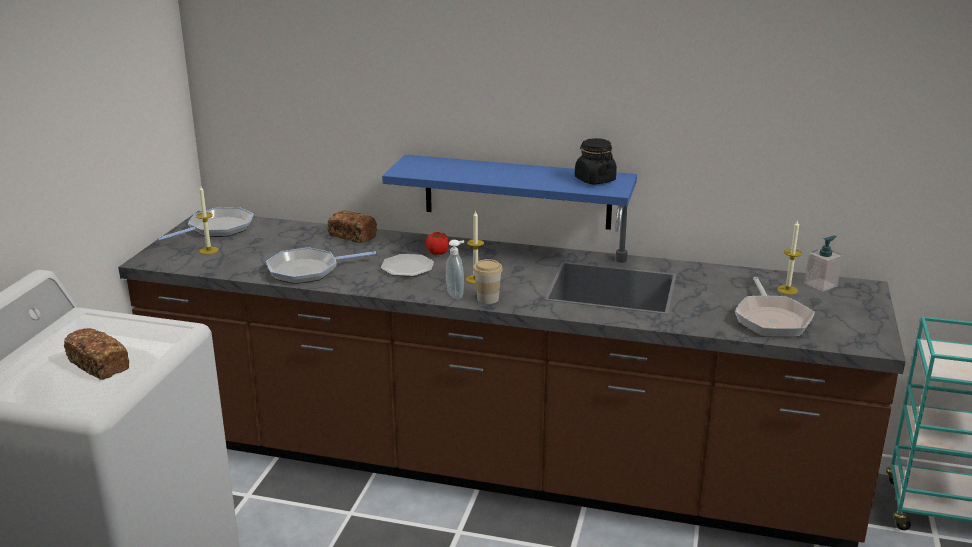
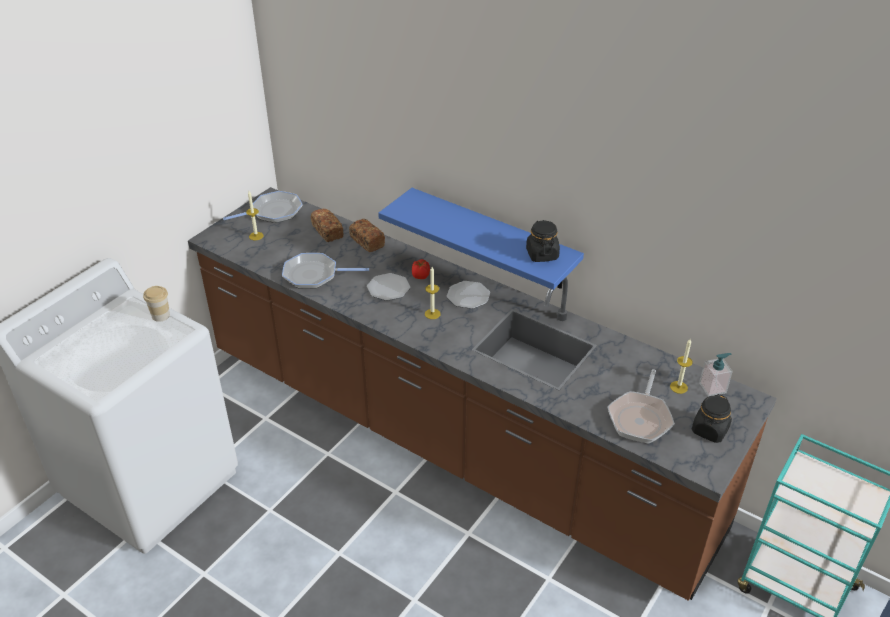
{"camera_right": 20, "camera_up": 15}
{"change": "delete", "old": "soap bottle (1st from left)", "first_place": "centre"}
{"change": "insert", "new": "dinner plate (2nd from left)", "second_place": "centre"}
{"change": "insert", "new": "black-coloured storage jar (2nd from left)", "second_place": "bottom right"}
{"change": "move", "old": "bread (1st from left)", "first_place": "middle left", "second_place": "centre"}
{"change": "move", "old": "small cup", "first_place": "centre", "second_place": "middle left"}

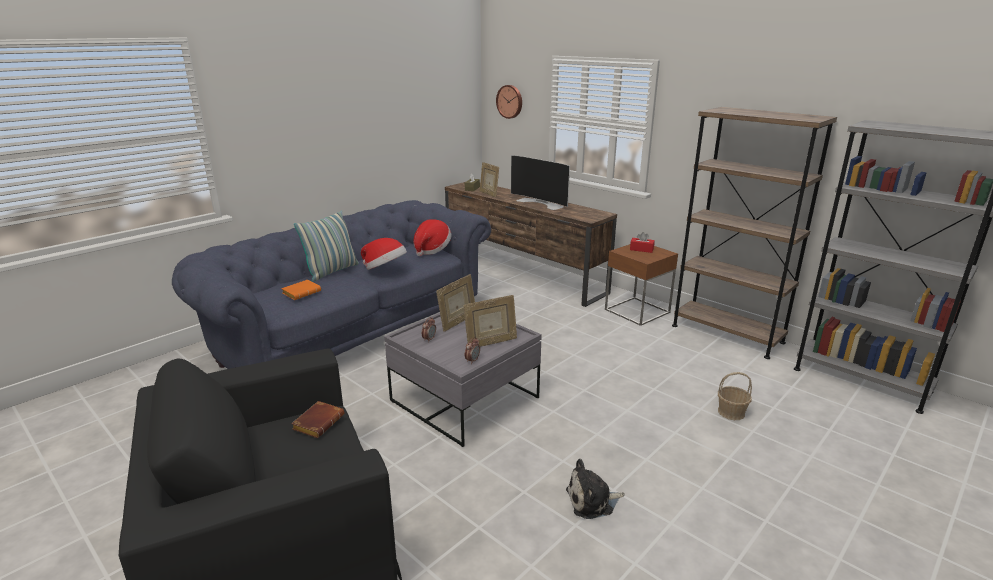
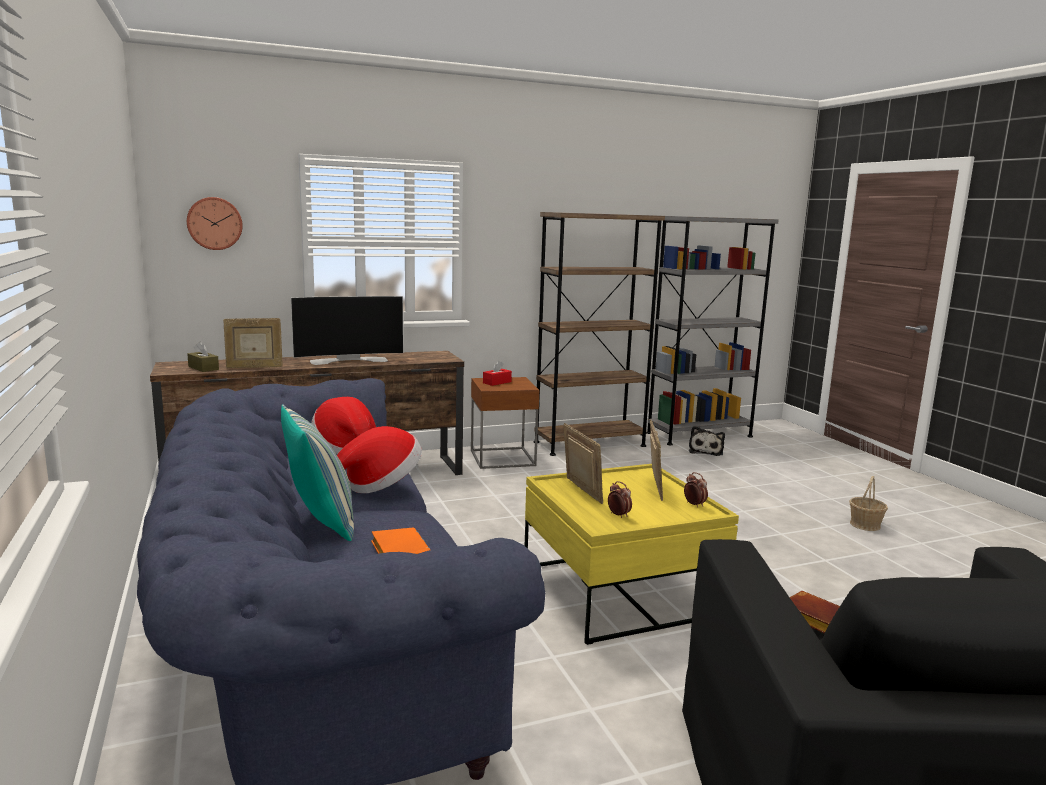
{"camera_right": -65, "camera_up": -10}
{"change": "move", "old": "cuddly toy", "first_place": "bottom centre", "second_place": "middle right"}
{"change": "move", "old": "storage basket", "first_place": "bottom right", "second_place": "middle right"}
{"change": "recolor", "old": "grey coffee table", "new": "yellow coffee table", "first_place": "centre", "second_place": "bottom centre"}

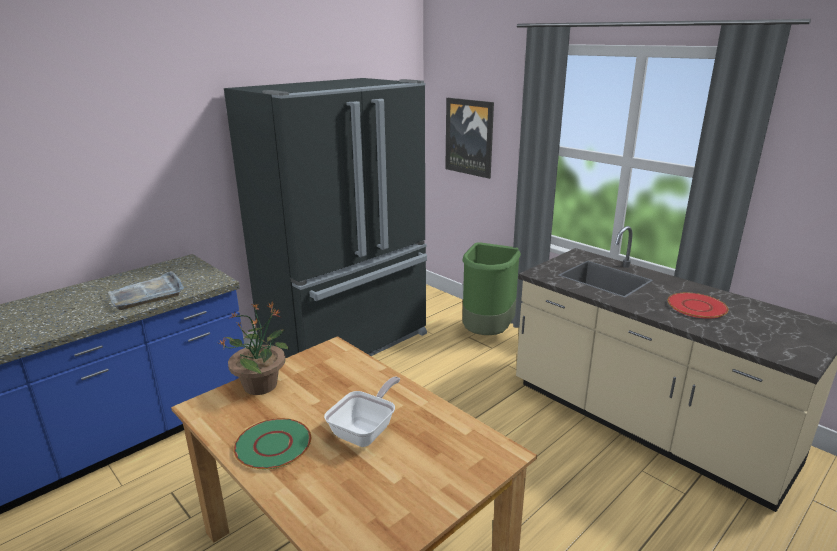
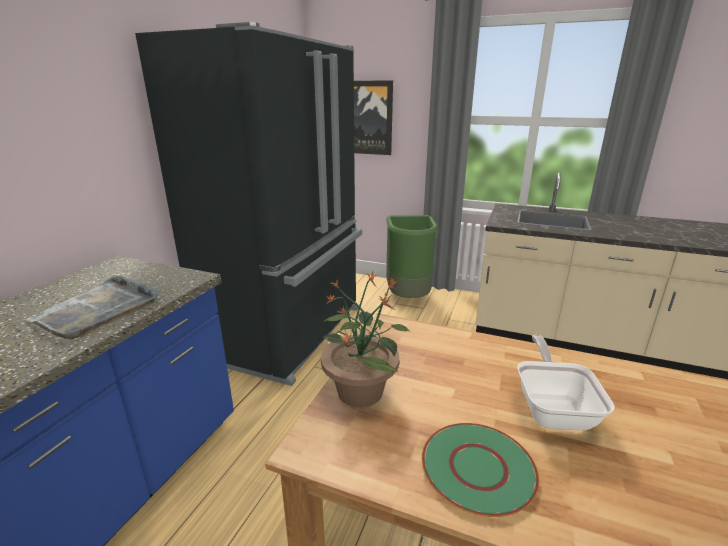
{"camera_right": -25, "camera_up": 0}
{"change": "delete", "old": "red dinner plate", "first_place": "middle right"}

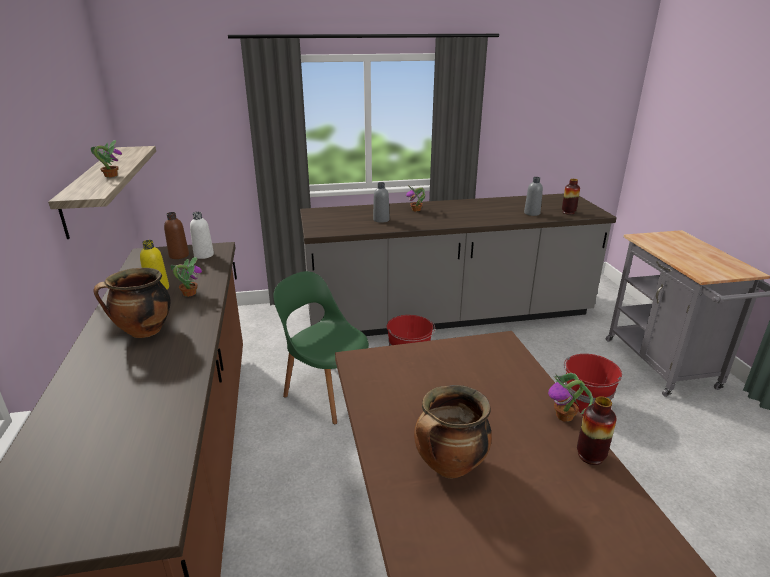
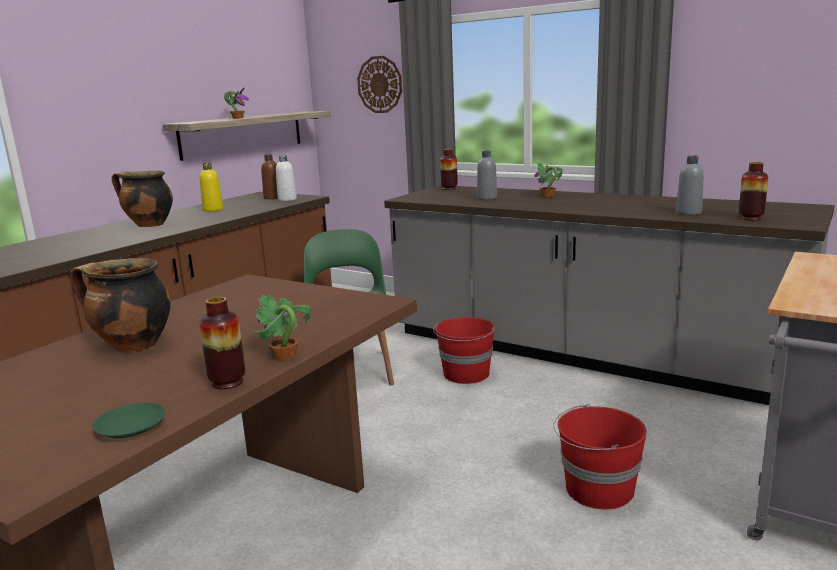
{"camera_right": 45, "camera_up": -10}
{"change": "delete", "old": "potted plant (2nd from left)", "first_place": "middle left"}
{"change": "insert", "new": "green dinner plate", "second_place": "bottom left"}
{"change": "insert", "new": "clock on the wall", "second_place": "top centre"}
{"change": "insert", "new": "vase (2nd from left)", "second_place": "top centre"}

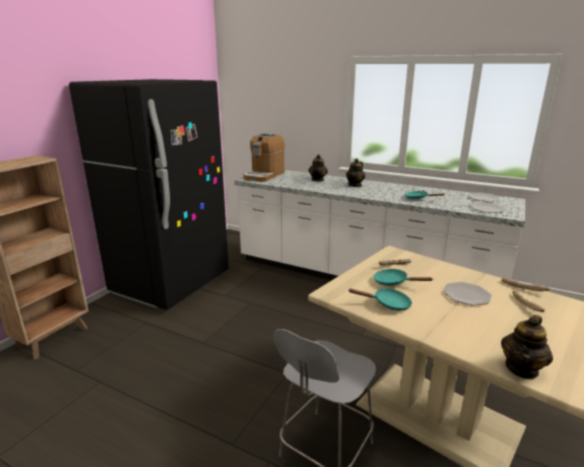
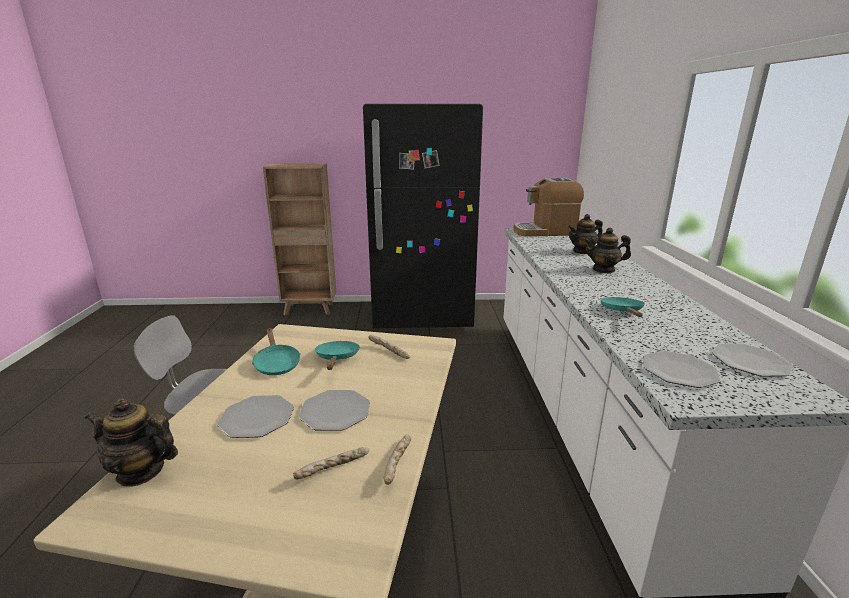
{"camera_right": 60, "camera_up": 0}
{"change": "insert", "new": "dinner plate (1st from left)", "second_place": "bottom left"}

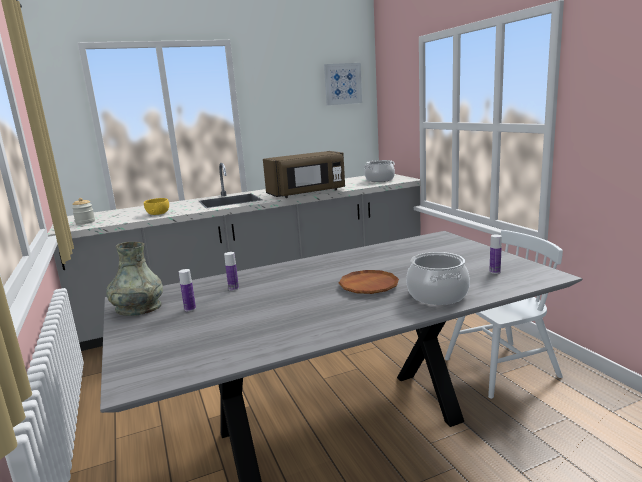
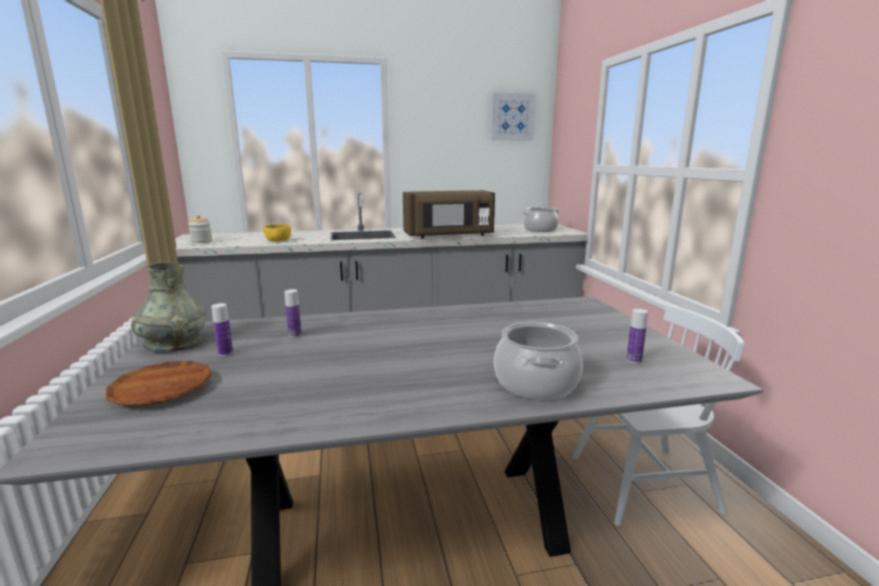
{"camera_right": 10, "camera_up": 0}
{"change": "move", "old": "brown-coloured dinner plate", "first_place": "centre", "second_place": "middle left"}

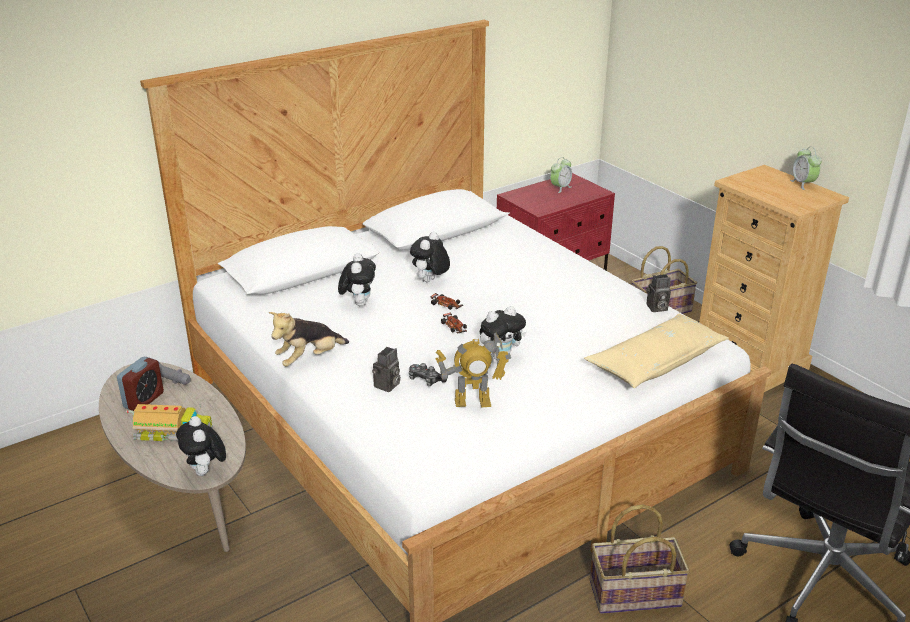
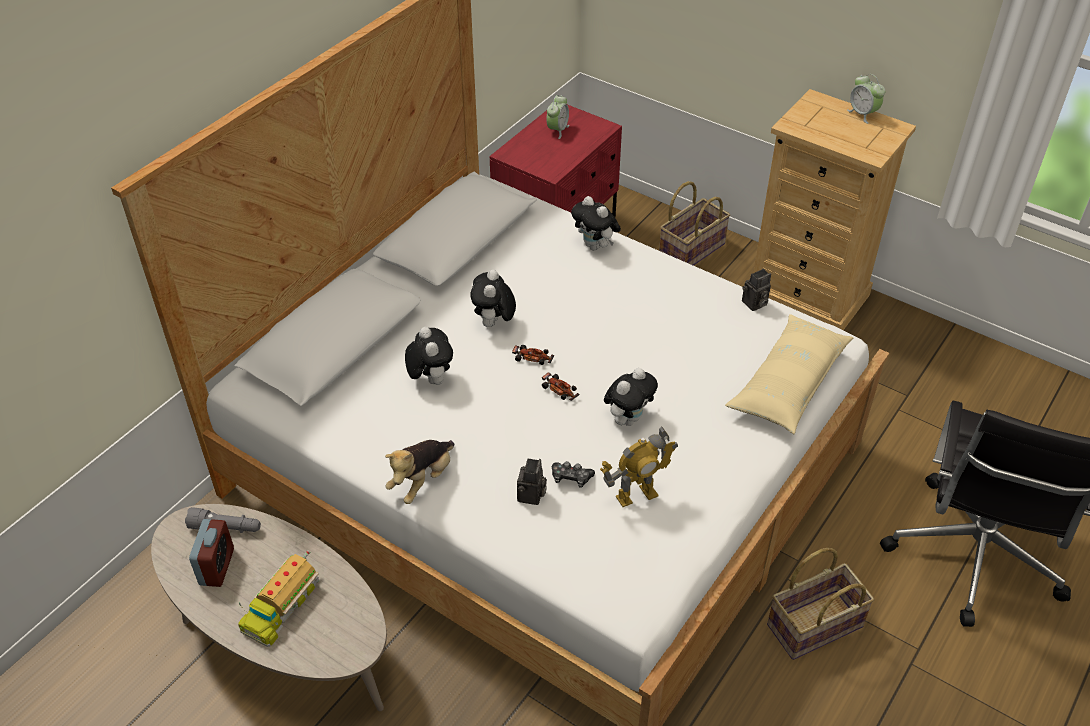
{"camera_right": -20, "camera_up": 15}
{"change": "move", "old": "cuddly toy (1st from left in the first image)", "new": "cuddly toy (4th from left)", "first_place": "bottom left", "second_place": "top centre"}
{"change": "rotate", "old": "toy truck", "first_place": "bottom left", "second_place": "bottom left", "degrees": 135}

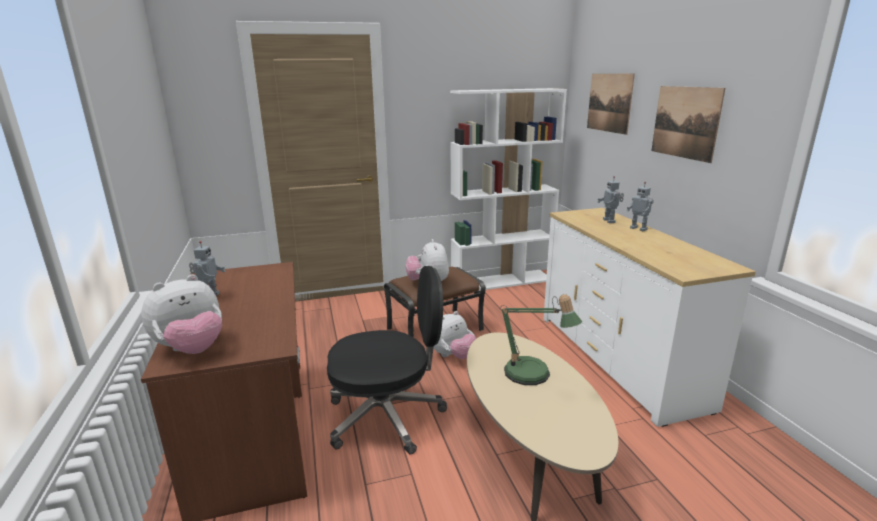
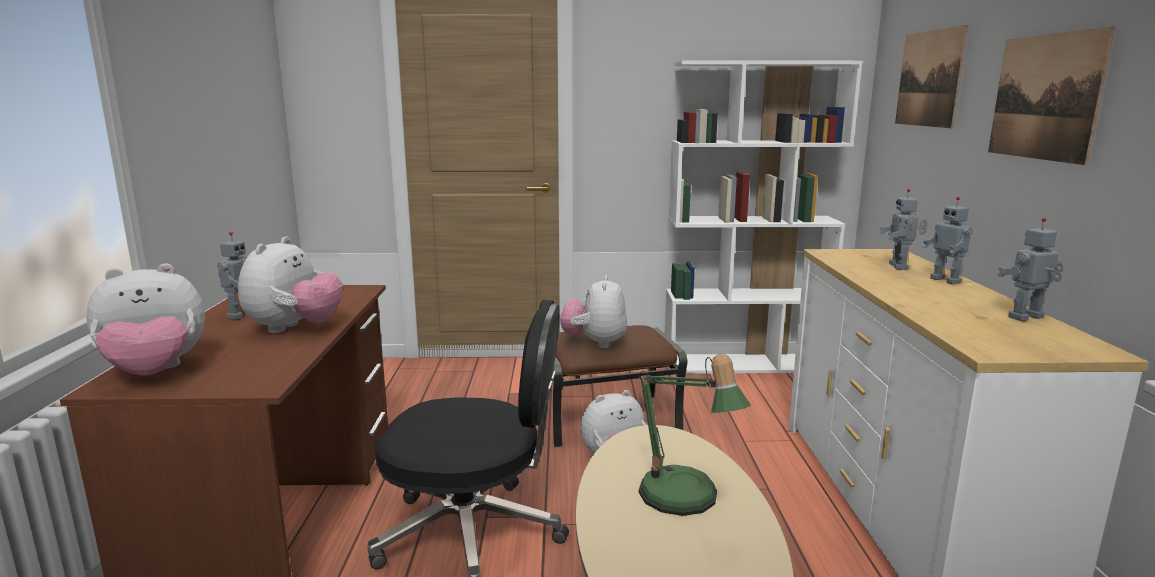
{"camera_right": 15, "camera_up": -5}
{"change": "insert", "new": "cuddly toy (2nd from left)", "second_place": "middle left"}
{"change": "insert", "new": "toy robot (4th from left)", "second_place": "middle right"}

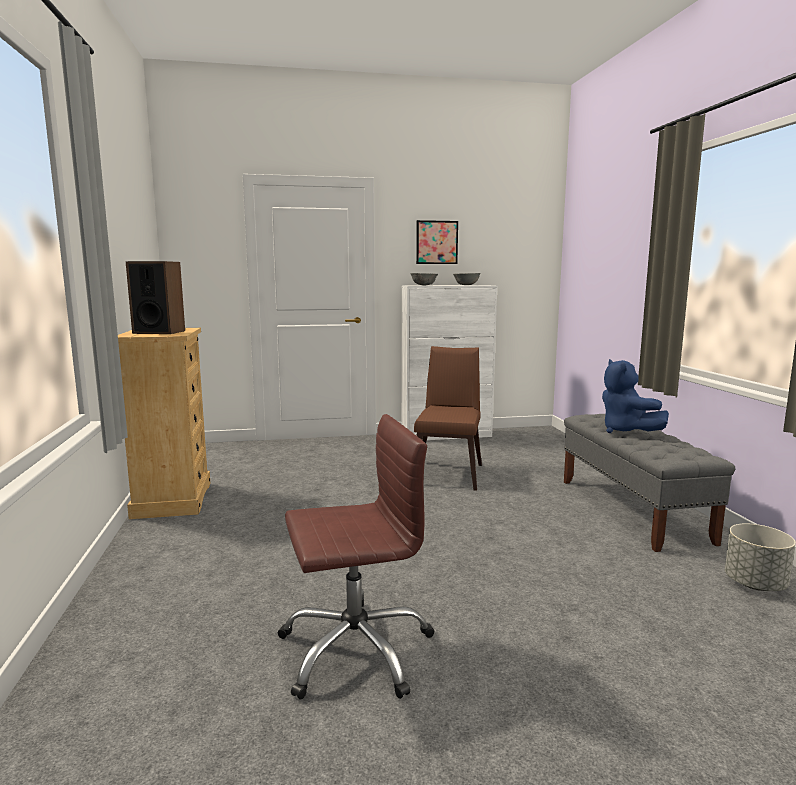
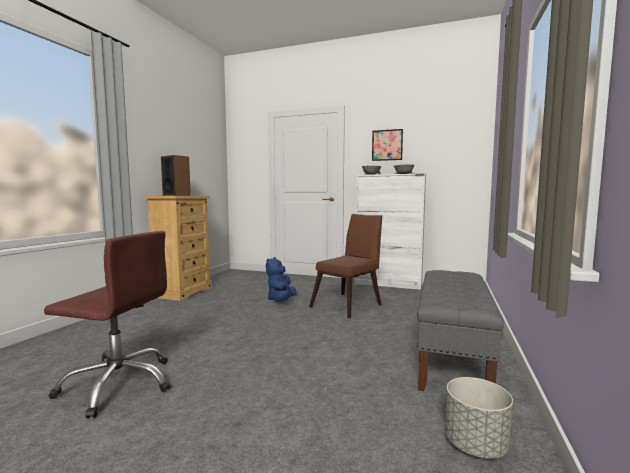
{"camera_right": 30, "camera_up": -5}
{"change": "move", "old": "bluish cuddly toy", "first_place": "middle right", "second_place": "centre"}

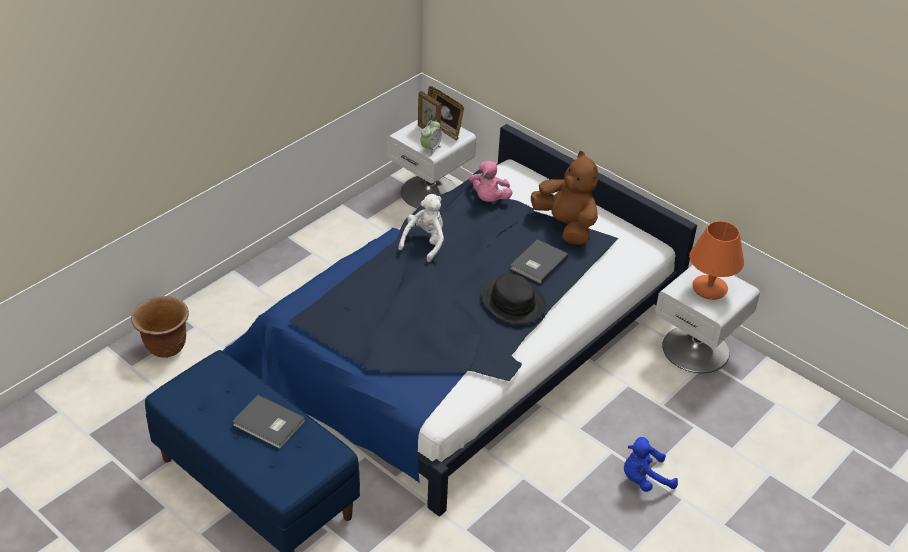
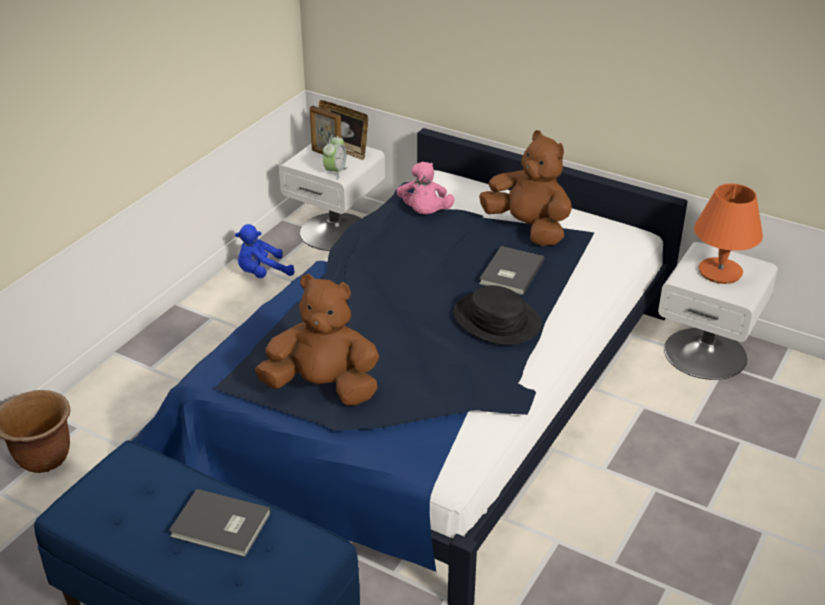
{"camera_right": -10, "camera_up": -5}
{"change": "delete", "old": "white-coloured cuddly toy", "first_place": "centre"}
{"change": "insert", "new": "brown-coloured cuddly toy (1st from left)", "second_place": "centre"}
{"change": "move", "old": "bluish cuddly toy", "first_place": "bottom right", "second_place": "middle left"}

